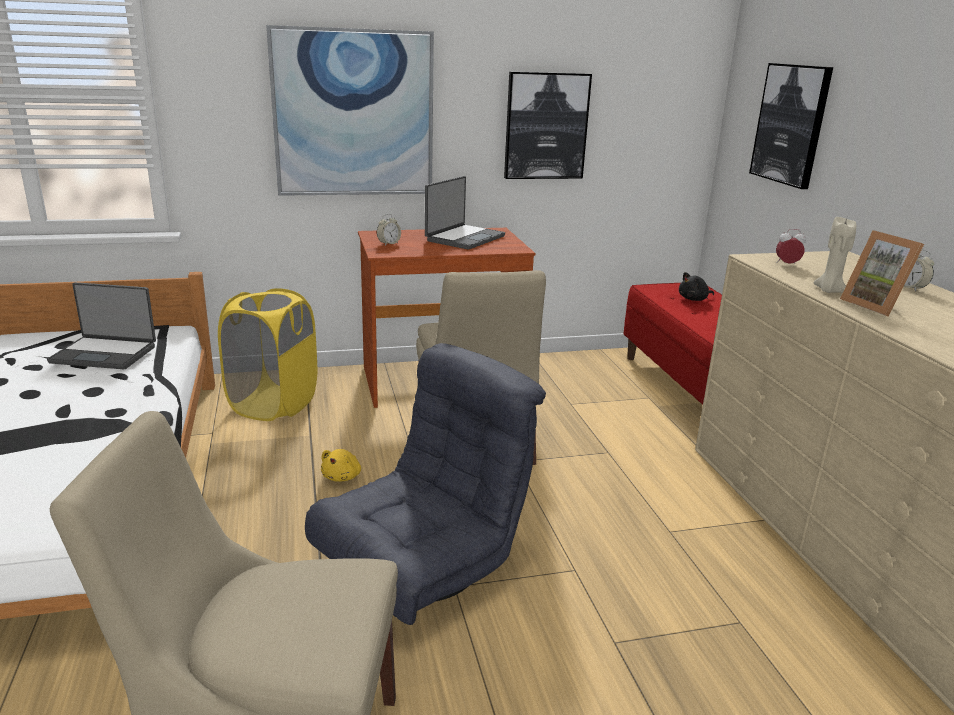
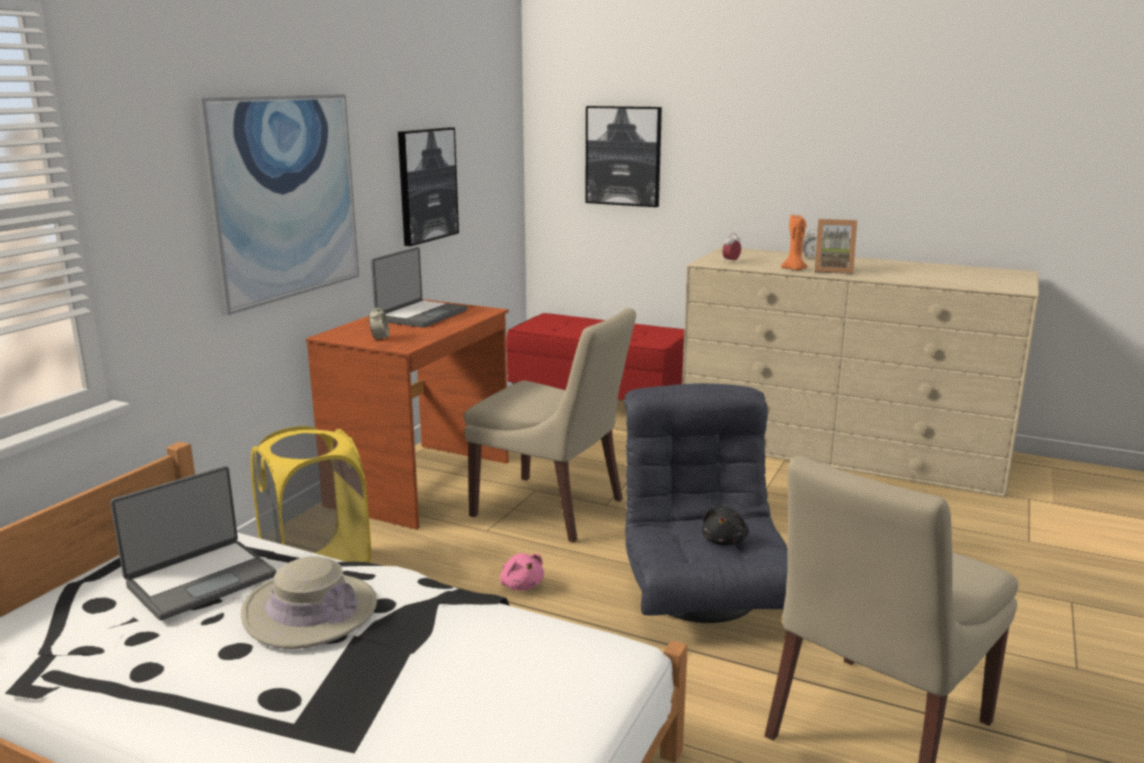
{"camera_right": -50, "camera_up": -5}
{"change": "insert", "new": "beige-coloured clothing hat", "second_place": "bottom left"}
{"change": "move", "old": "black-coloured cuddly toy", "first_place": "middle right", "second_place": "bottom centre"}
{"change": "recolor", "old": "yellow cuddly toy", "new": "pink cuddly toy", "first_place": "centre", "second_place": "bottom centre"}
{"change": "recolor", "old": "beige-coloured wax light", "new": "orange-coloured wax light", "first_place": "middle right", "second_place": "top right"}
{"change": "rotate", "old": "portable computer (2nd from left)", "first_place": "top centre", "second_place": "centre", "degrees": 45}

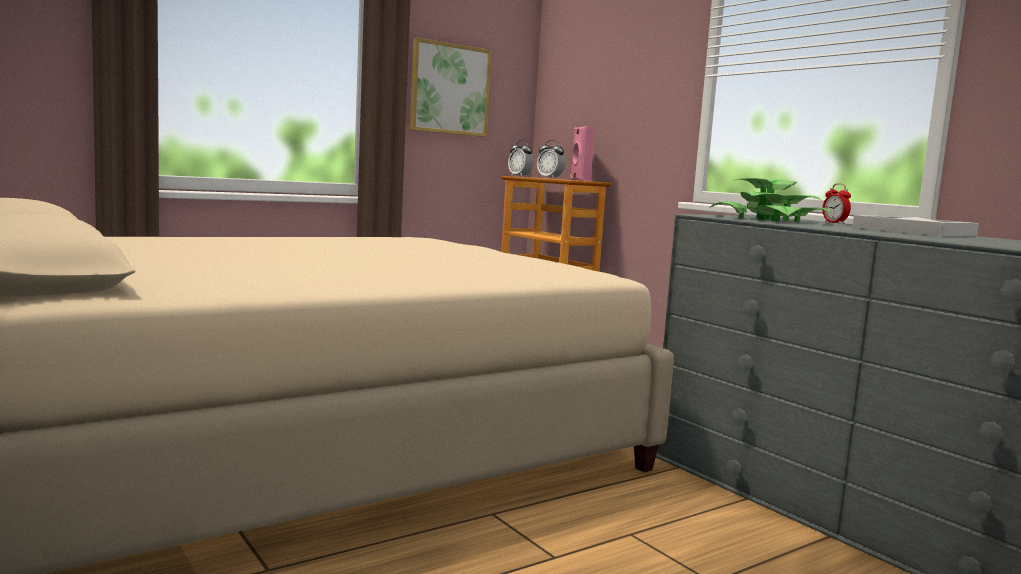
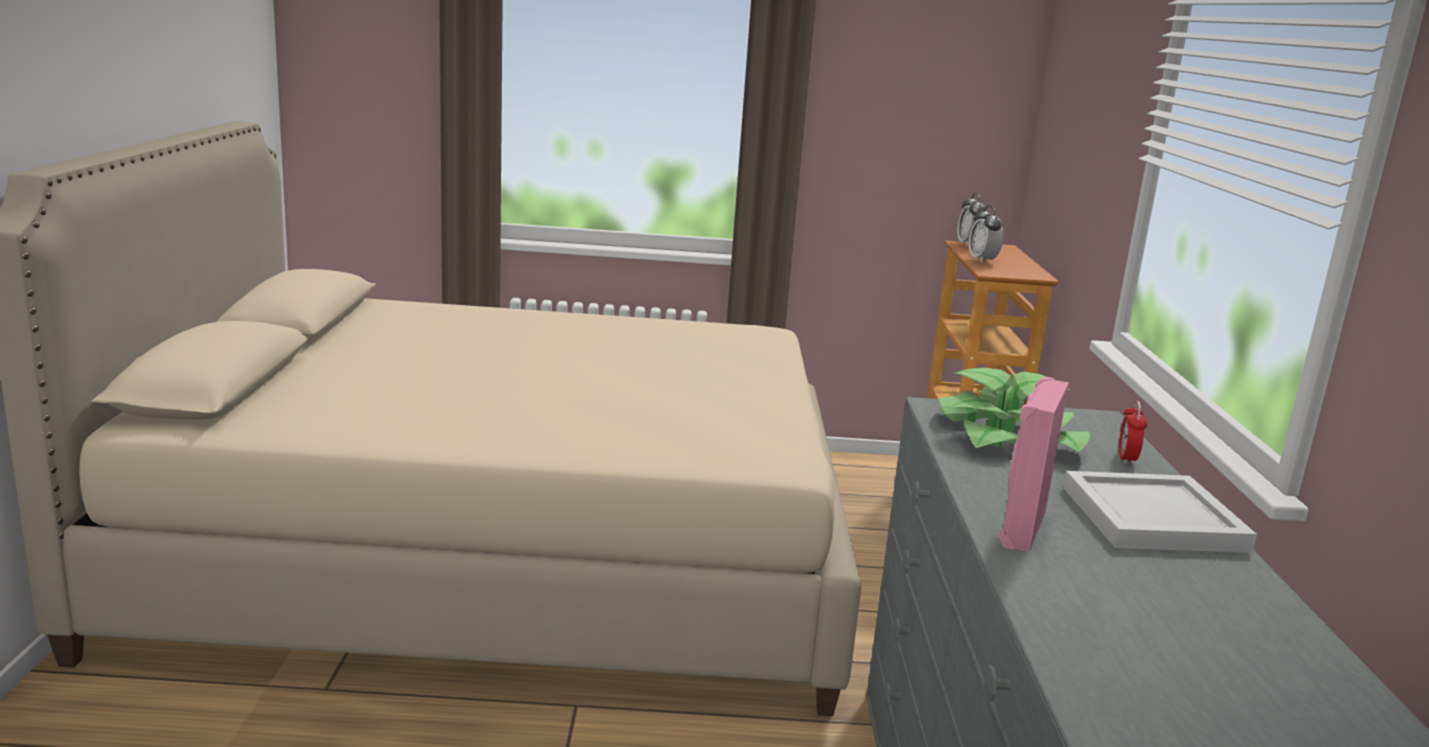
{"camera_right": 35, "camera_up": 10}
{"change": "delete", "old": "picture", "first_place": "top centre"}
{"change": "move", "old": "pink audio speaker", "first_place": "top centre", "second_place": "middle right"}

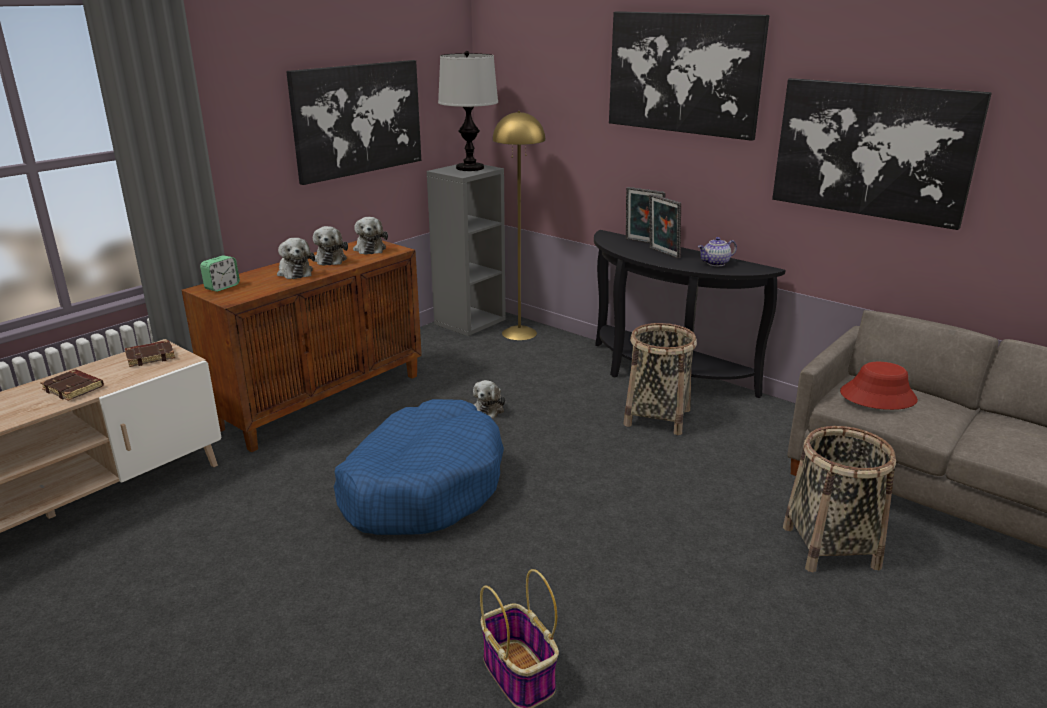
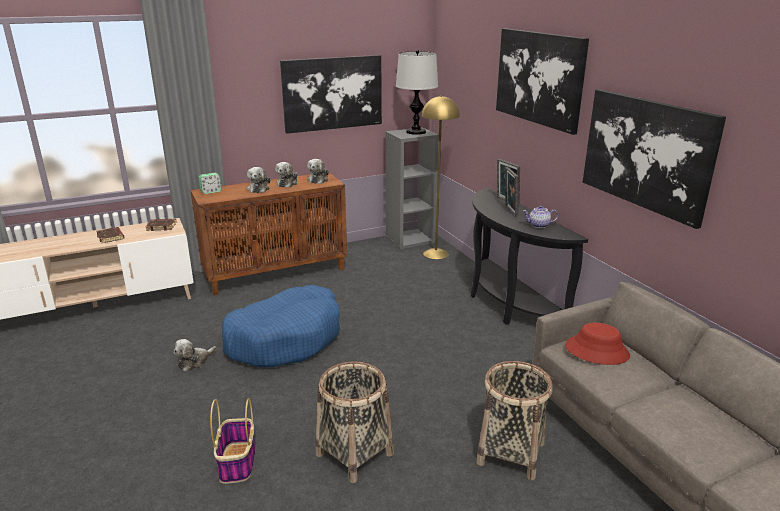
{"camera_right": 25, "camera_up": 0}
{"change": "move", "old": "cuddly toy (4th from left in the first image)", "new": "cuddly toy (1st from left)", "first_place": "centre", "second_place": "bottom left"}
{"change": "move", "old": "storage basket (2nd from left)", "first_place": "centre", "second_place": "bottom centre"}

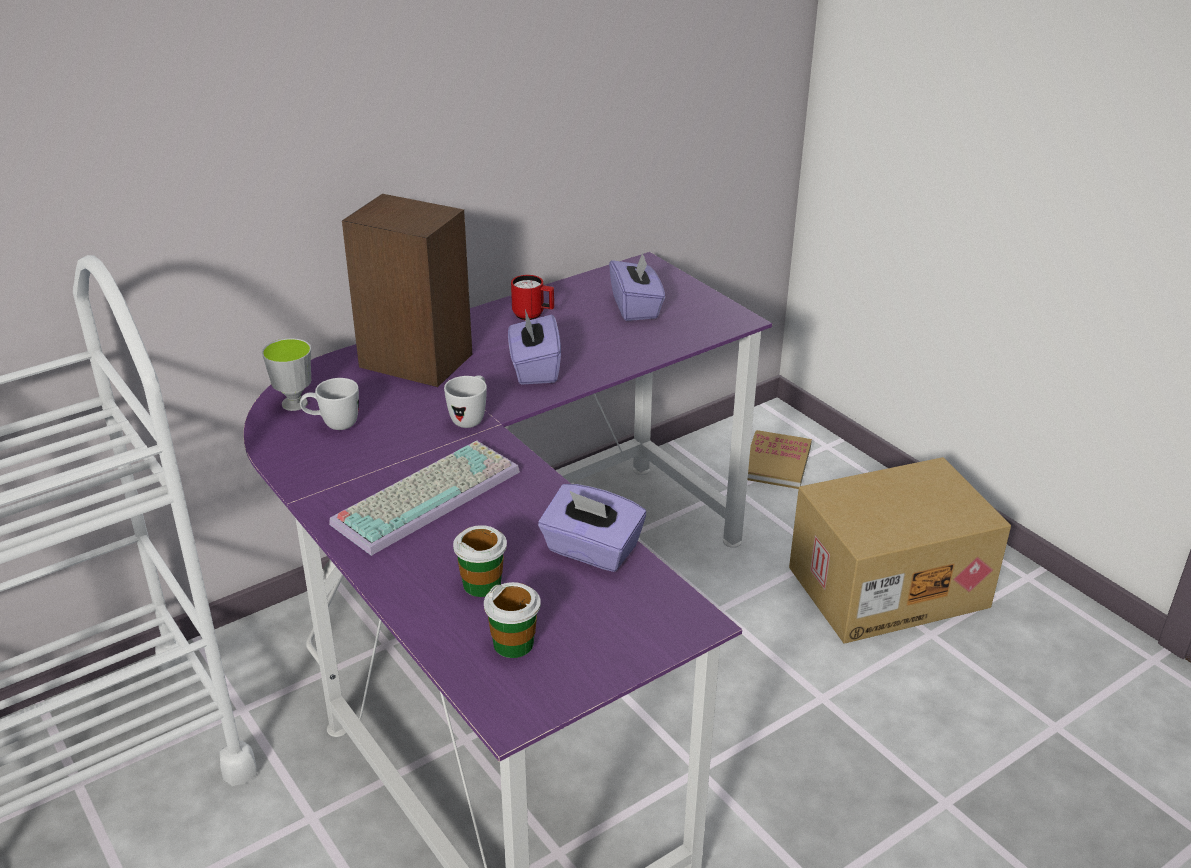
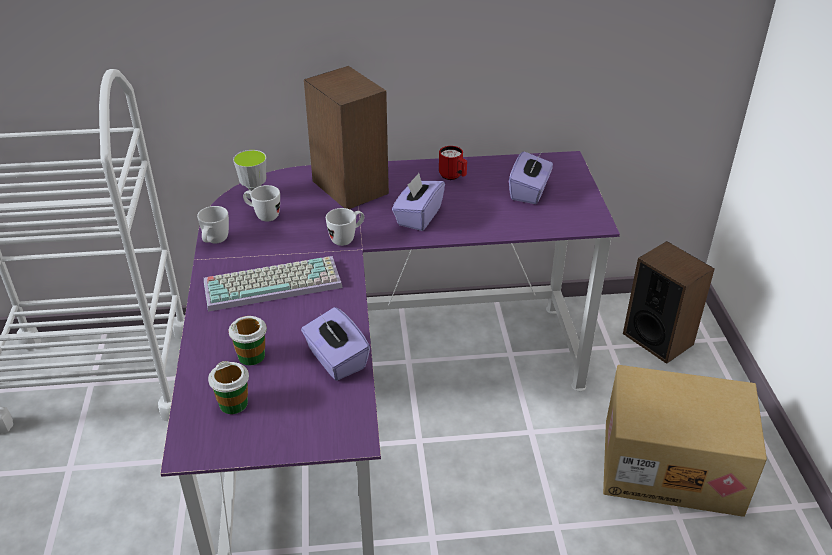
{"camera_right": 30, "camera_up": 5}
{"change": "insert", "new": "white-coloured mug (1st from left)", "second_place": "middle left"}
{"change": "replace", "old": "volume", "new": "audio speaker (2nd from left)", "first_place": "centre", "second_place": "middle right"}

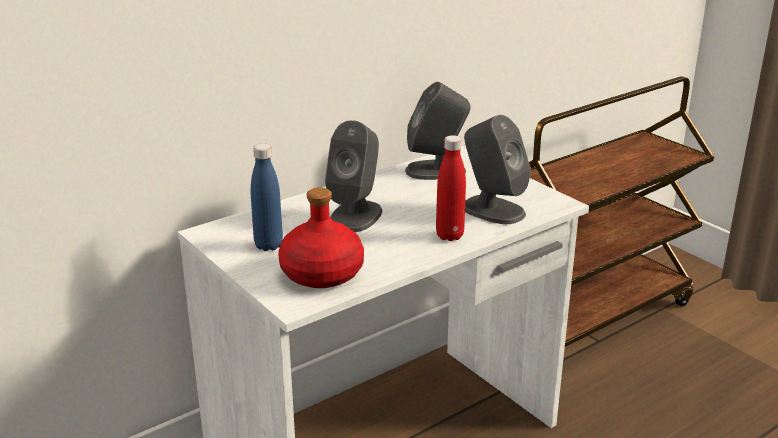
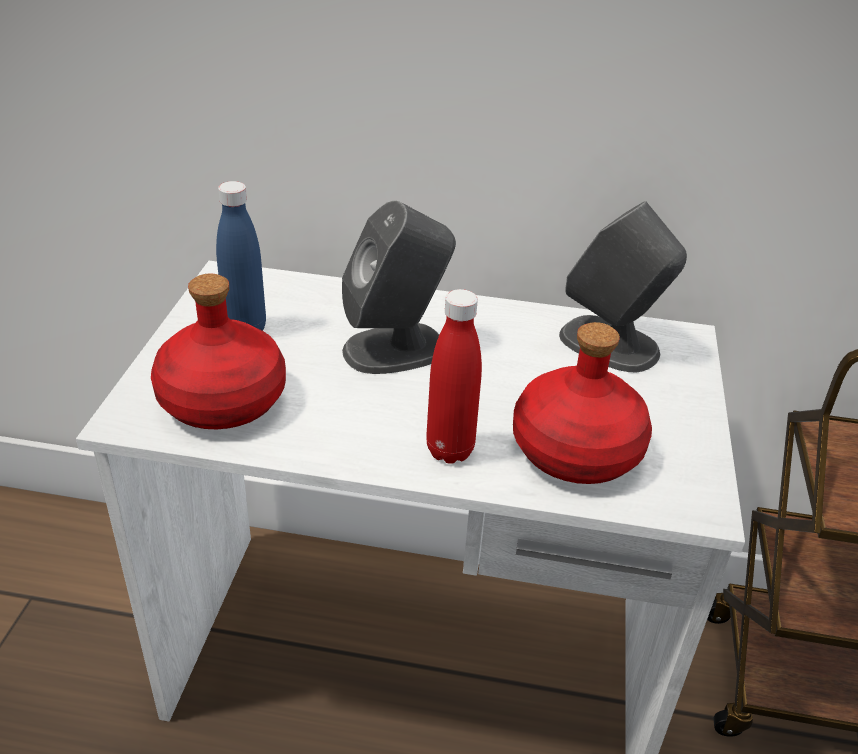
{"camera_right": 45, "camera_up": 10}
{"change": "replace", "old": "grey audio speaker (3rd from left)", "new": "red drink bottle (3rd from left)", "first_place": "centre", "second_place": "middle right"}

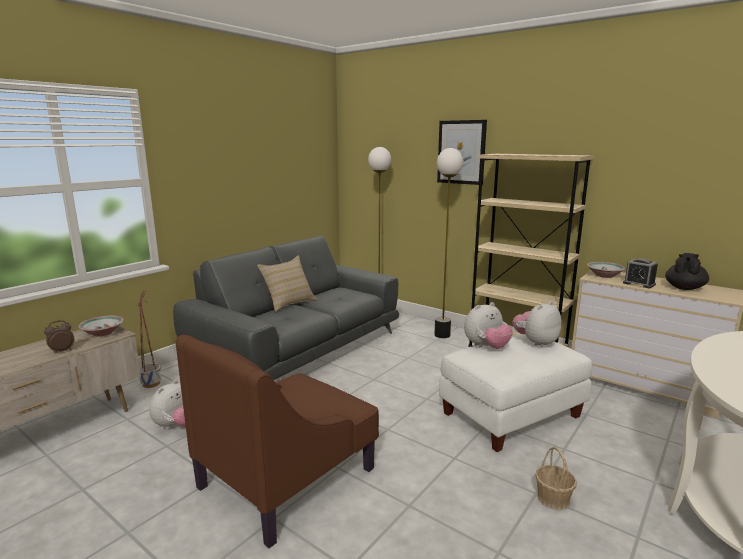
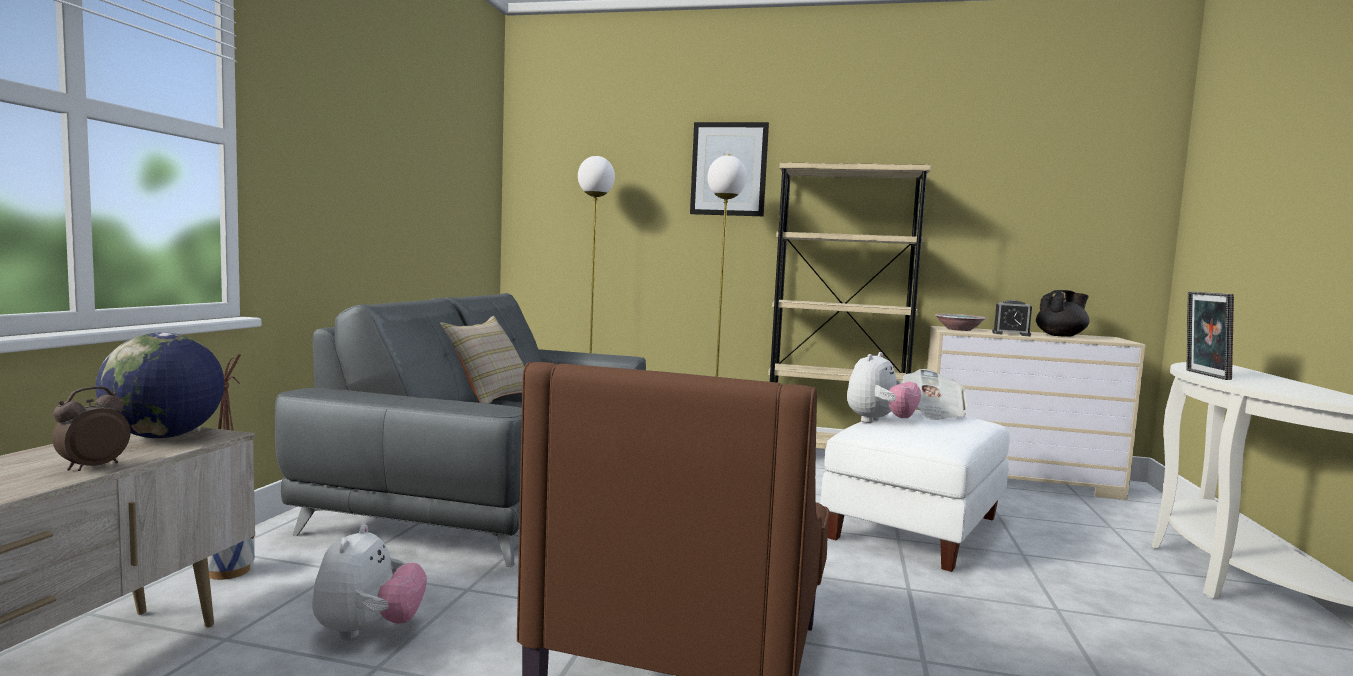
{"camera_right": -25, "camera_up": -10}
{"change": "delete", "old": "storage basket", "first_place": "bottom right"}
{"change": "insert", "new": "photo frame", "second_place": "middle right"}
{"change": "replace", "old": "bowl (1st from left)", "new": "globe", "first_place": "middle left", "second_place": "middle left"}
{"change": "replace", "old": "cuddly toy (3rd from left)", "new": "printed paper", "first_place": "middle right", "second_place": "middle right"}
{"change": "rotate", "old": "black-coloured teapot", "first_place": "middle right", "second_place": "middle right", "degrees": 60}

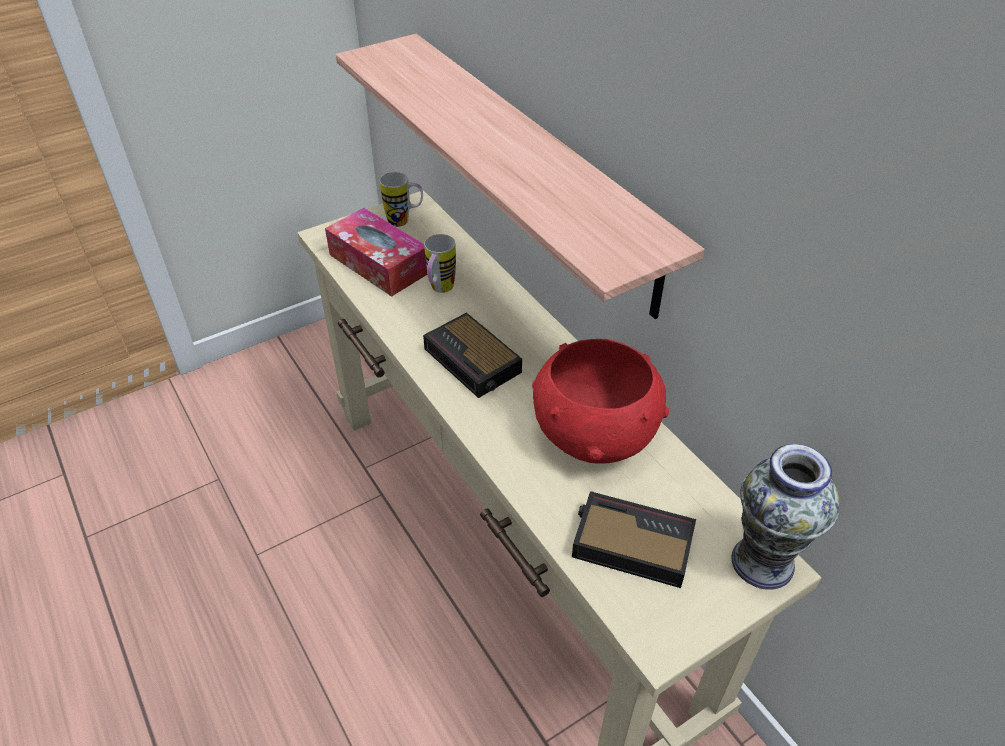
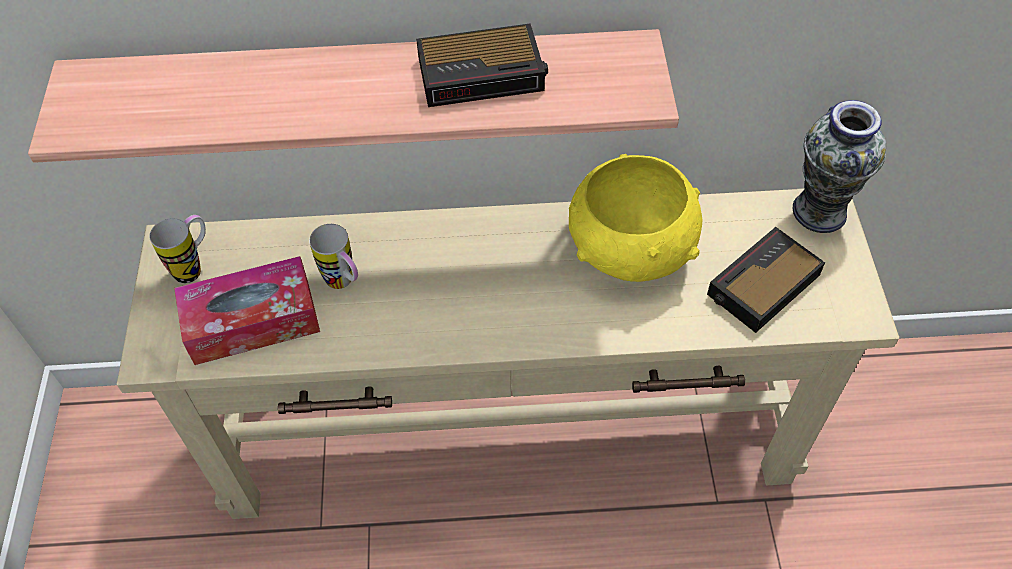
{"camera_right": -60, "camera_up": 10}
{"change": "move", "old": "alarm clock (1st from left)", "first_place": "centre", "second_place": "top centre"}
{"change": "recolor", "old": "red bowl", "new": "yellow bowl", "first_place": "centre", "second_place": "centre"}

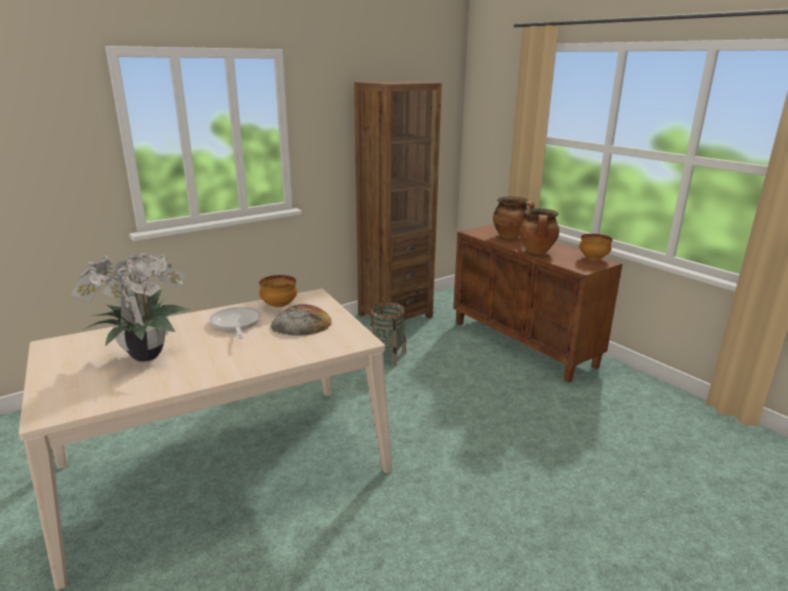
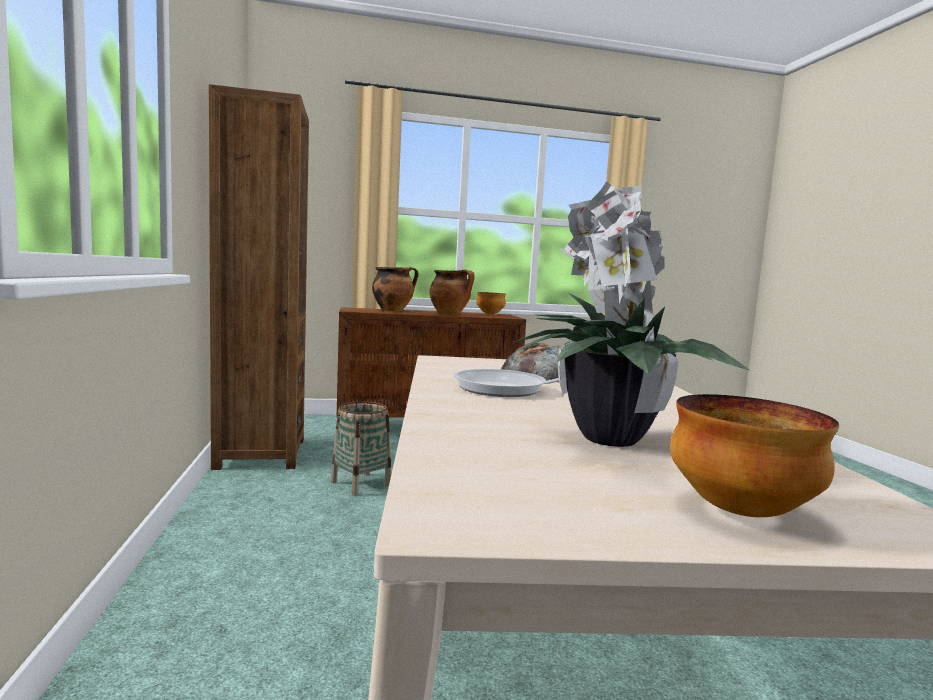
{"camera_right": -65, "camera_up": -15}
{"change": "move", "old": "bowl (1st from left in the first image)", "new": "bowl (2nd from left)", "first_place": "centre", "second_place": "middle right"}

